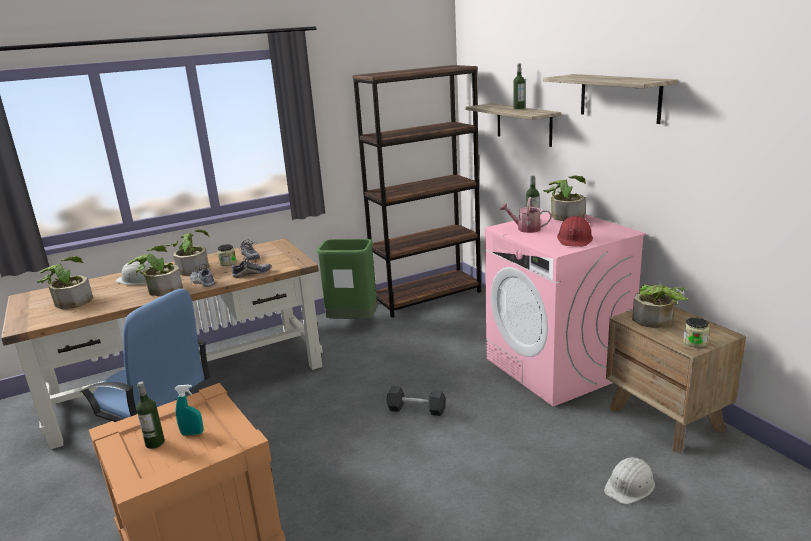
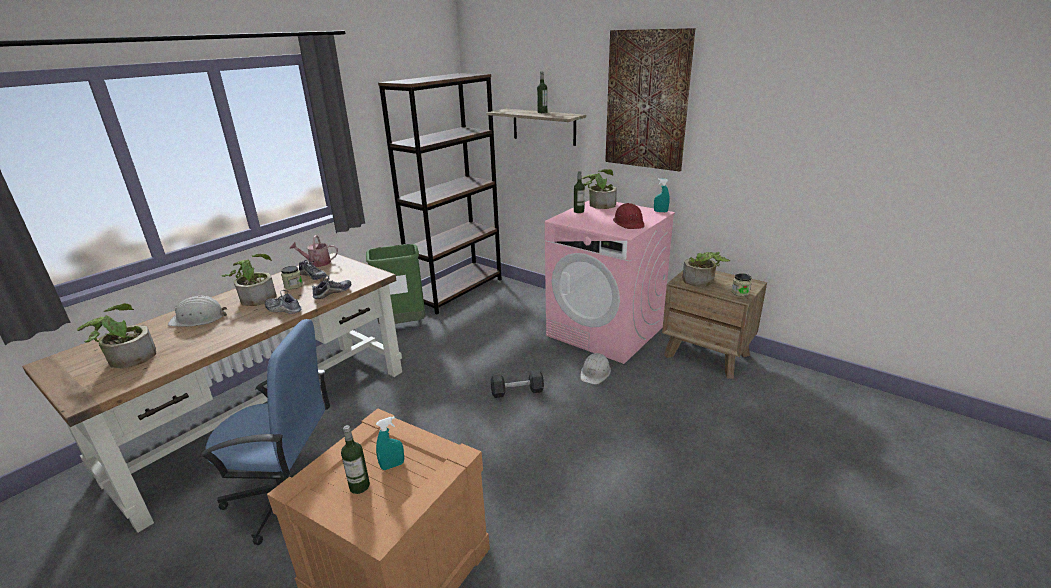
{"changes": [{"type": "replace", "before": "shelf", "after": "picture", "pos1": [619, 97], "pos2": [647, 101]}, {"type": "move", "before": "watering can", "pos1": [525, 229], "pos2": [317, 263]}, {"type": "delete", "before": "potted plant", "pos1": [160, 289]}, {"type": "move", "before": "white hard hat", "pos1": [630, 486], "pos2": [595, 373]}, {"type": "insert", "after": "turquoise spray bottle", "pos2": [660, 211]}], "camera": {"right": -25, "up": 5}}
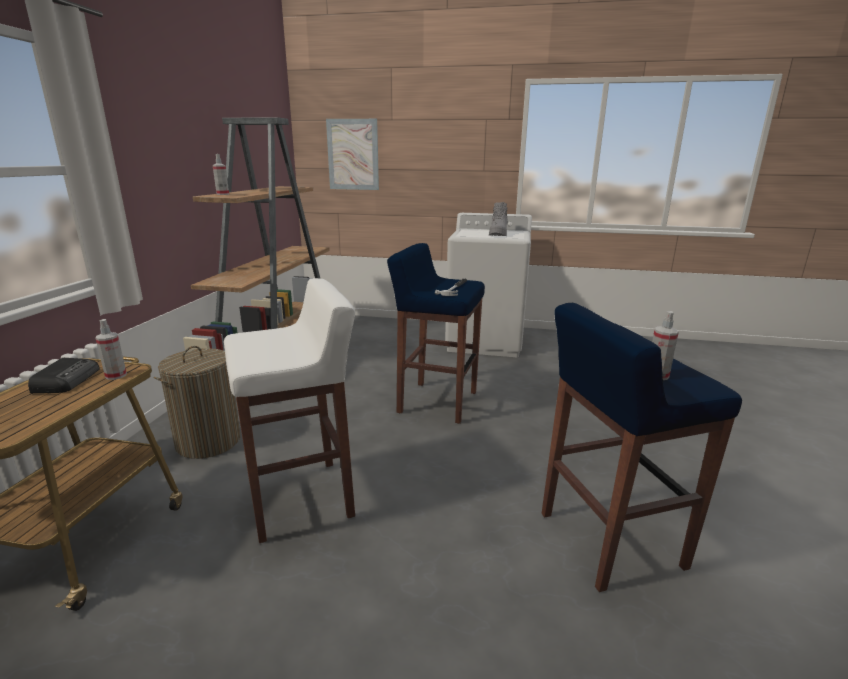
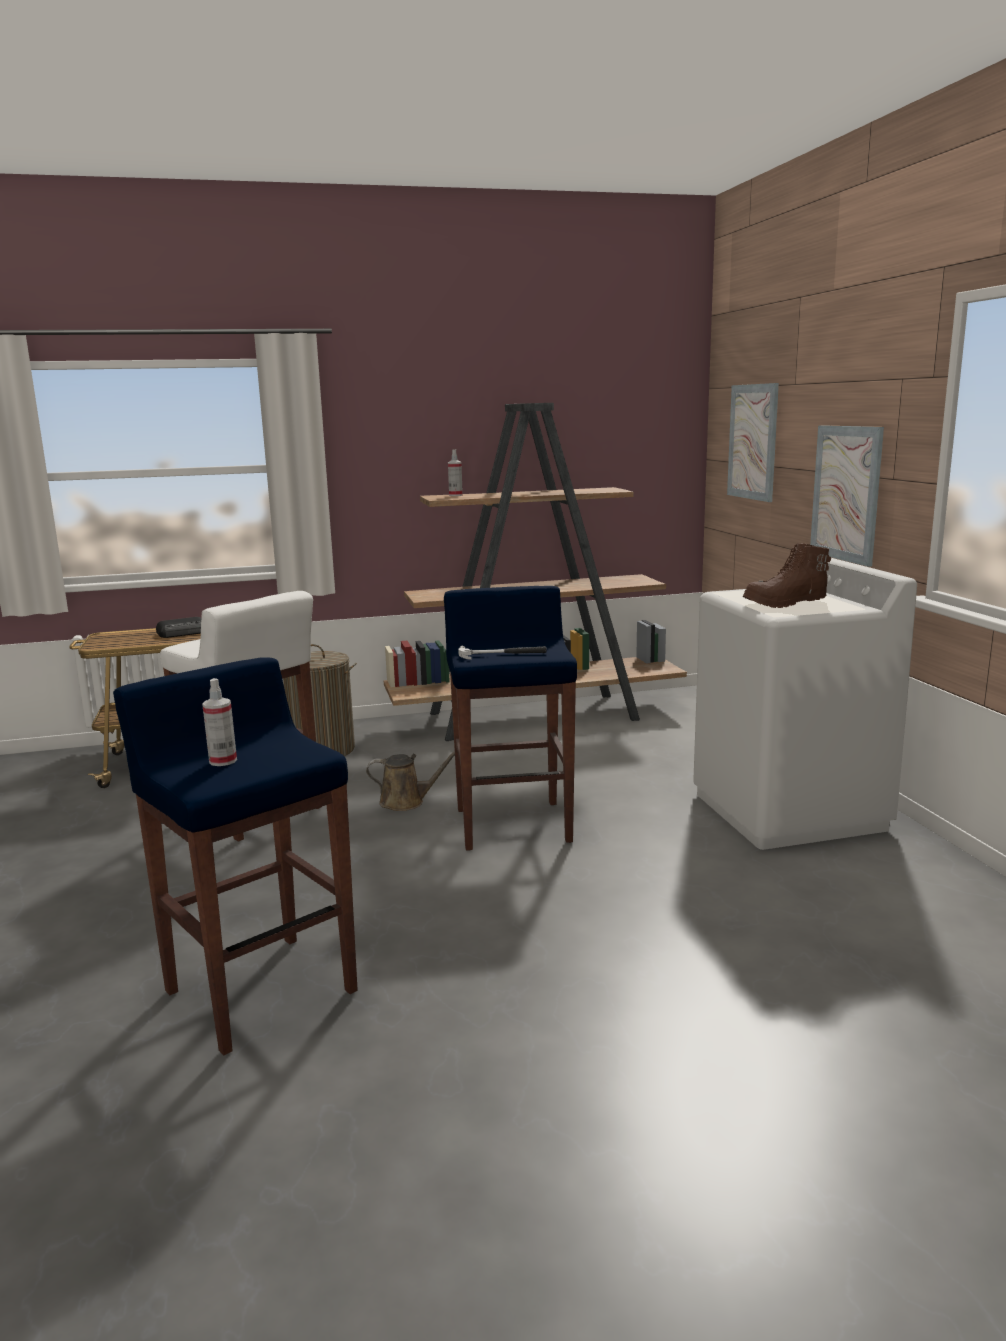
{"changes": [{"type": "recolor", "before": "grey boot", "after": "brown boot", "pos1": [498, 234], "pos2": [785, 603]}, {"type": "delete", "before": "spray bottle", "pos1": [116, 375]}, {"type": "insert", "after": "picture", "pos2": [846, 493]}, {"type": "insert", "after": "brown watering can", "pos2": [406, 802]}], "camera": {"right": 65, "up": -5}}
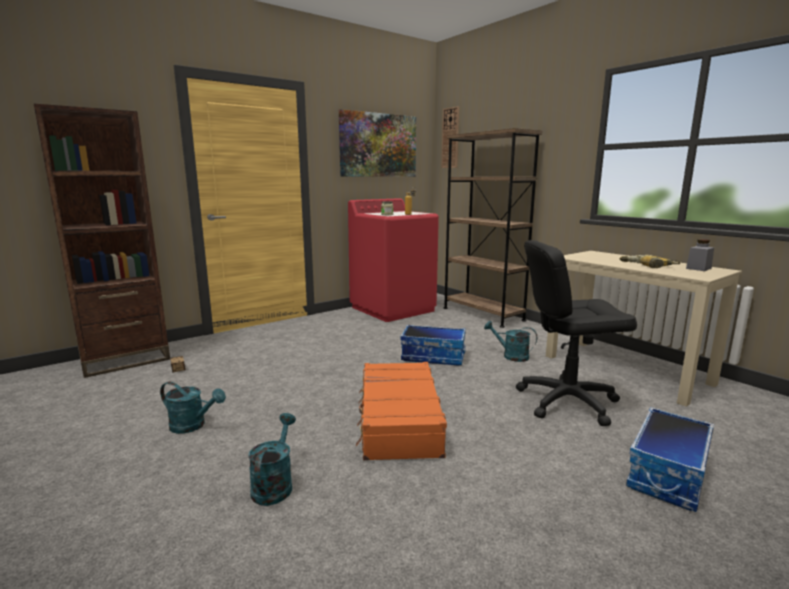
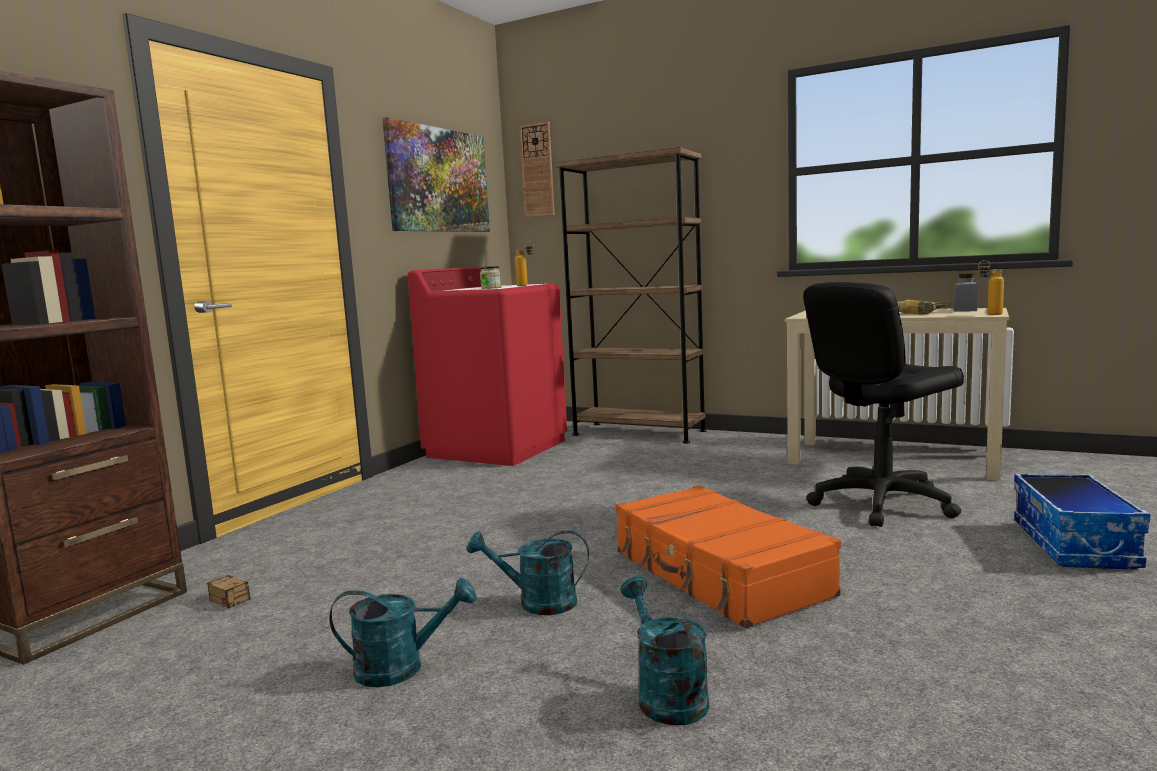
{"changes": [{"type": "move", "before": "turquoise watering can", "pos1": [511, 356], "pos2": [537, 603]}, {"type": "delete", "before": "storage box", "pos1": [433, 356]}, {"type": "insert", "after": "bottle", "pos2": [989, 314]}], "camera": {"right": -25, "up": -5}}
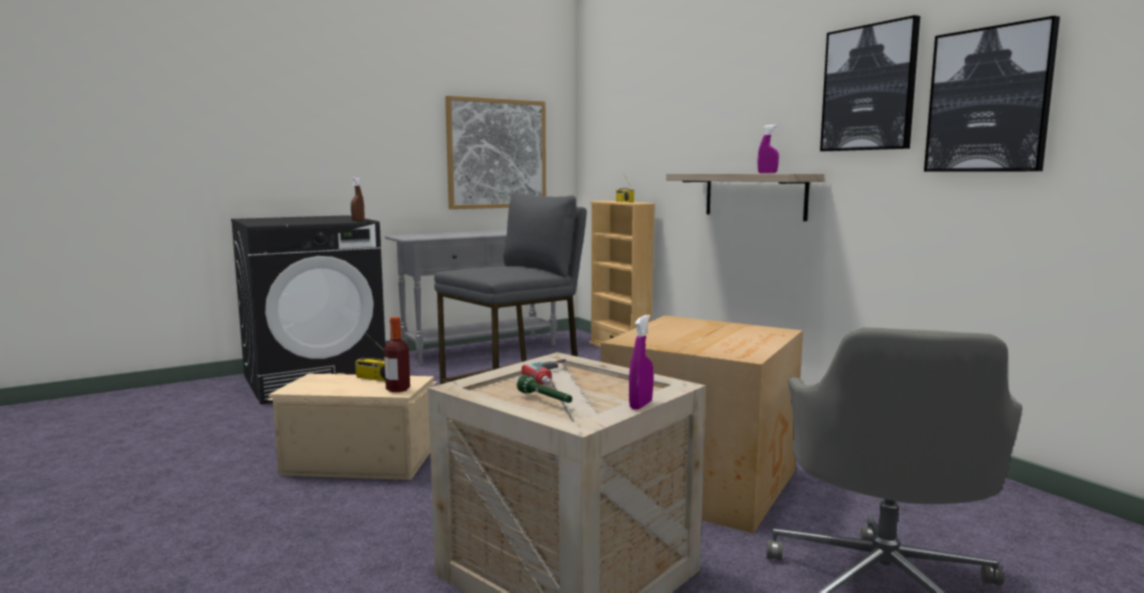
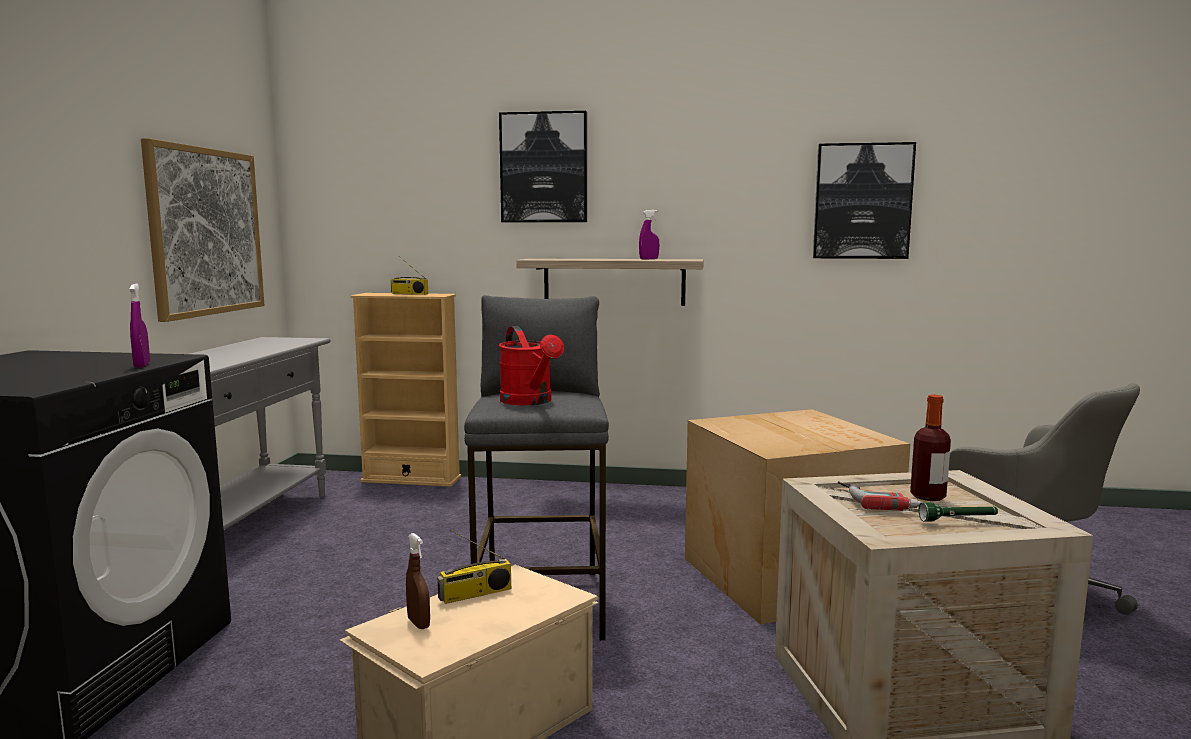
{"changes": [{"type": "move", "before": "picture", "pos1": [869, 88], "pos2": [544, 168]}, {"type": "move", "before": "brown spray bottle", "pos1": [358, 220], "pos2": [418, 623]}, {"type": "move", "before": "purple spray bottle", "pos1": [640, 405], "pos2": [142, 365]}, {"type": "move", "before": "bottle", "pos1": [398, 389], "pos2": [928, 496]}, {"type": "insert", "after": "red watering can", "pos2": [530, 402]}], "camera": {"right": -50, "up": 0}}
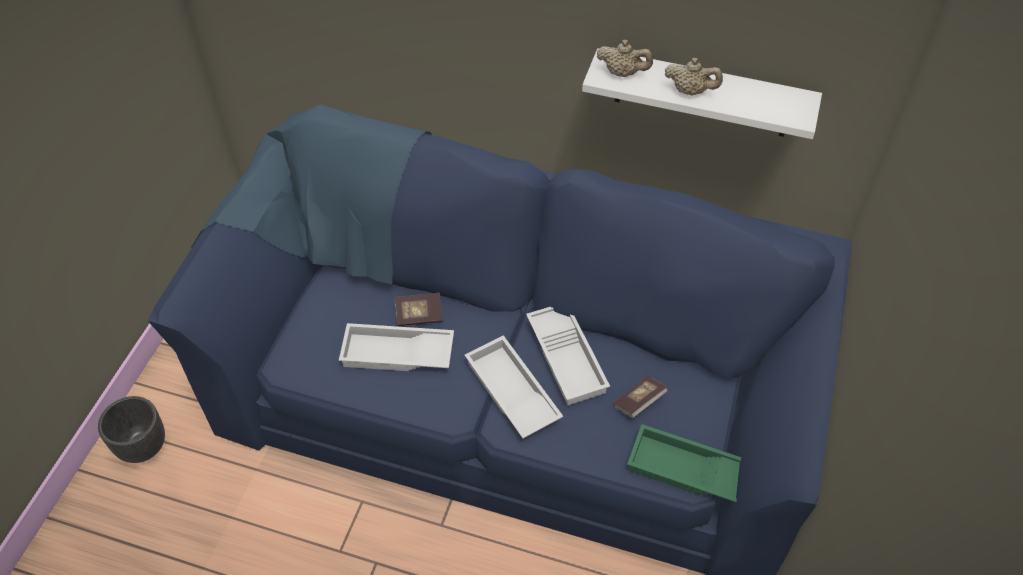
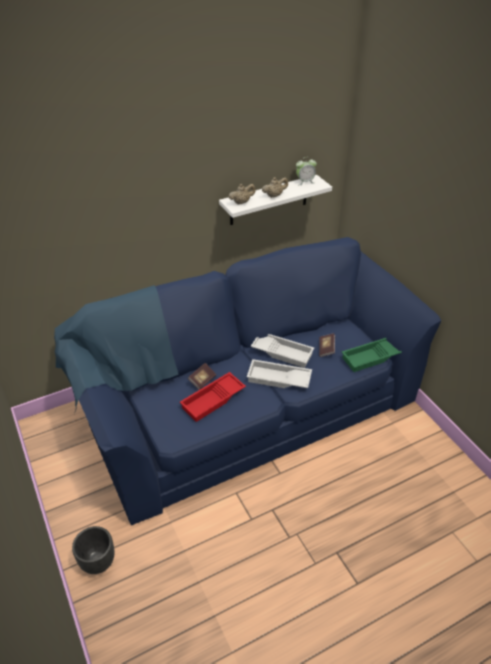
{"changes": [{"type": "recolor", "before": "white tray", "after": "red tray", "pos1": [396, 354], "pos2": [213, 400]}, {"type": "insert", "after": "alarm clock", "pos2": [305, 182]}], "camera": {"right": -45, "up": -10}}
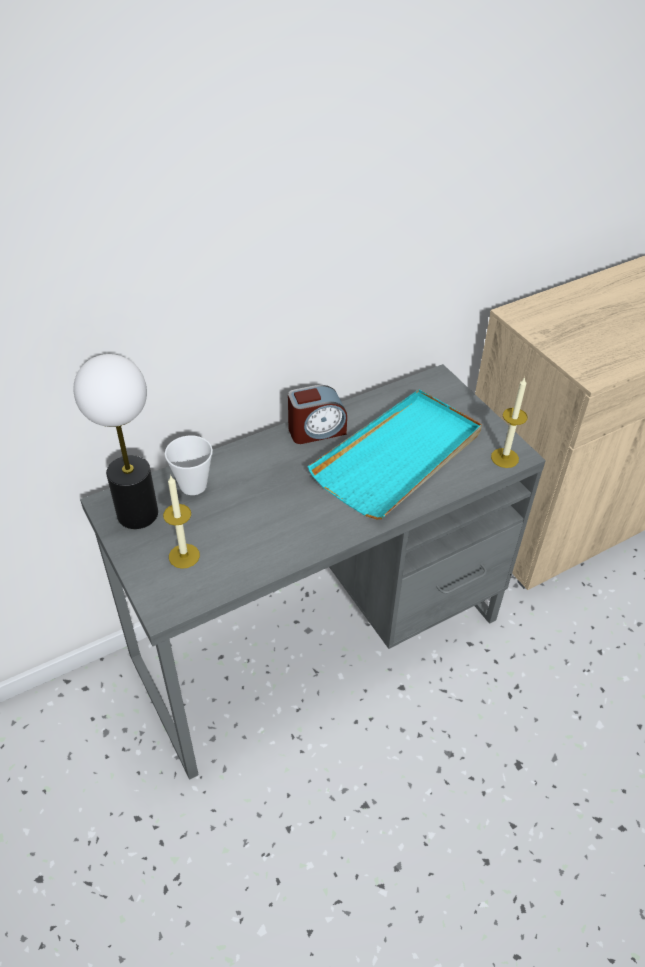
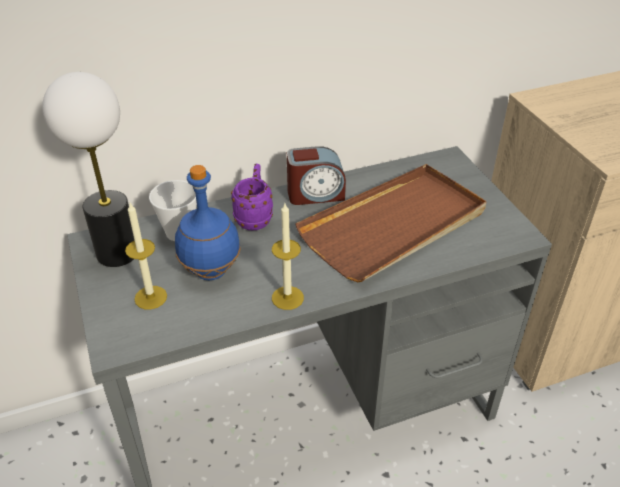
{"changes": [{"type": "move", "before": "candle", "pos1": [504, 458], "pos2": [287, 298]}, {"type": "recolor", "before": "turquoise tray", "after": "brown tray", "pos1": [399, 457], "pos2": [394, 226]}, {"type": "insert", "after": "purple mug", "pos2": [255, 217]}, {"type": "insert", "after": "blue bottle", "pos2": [210, 272]}], "camera": {"right": 10, "up": -5}}
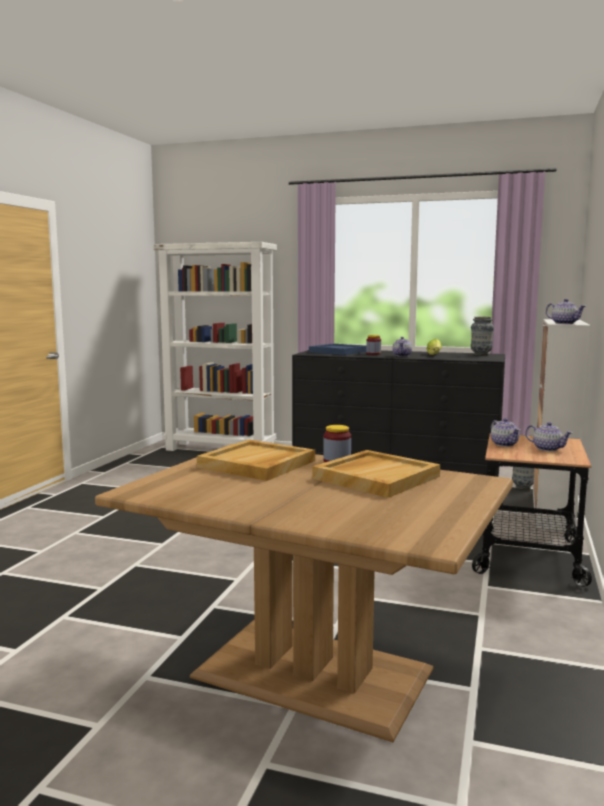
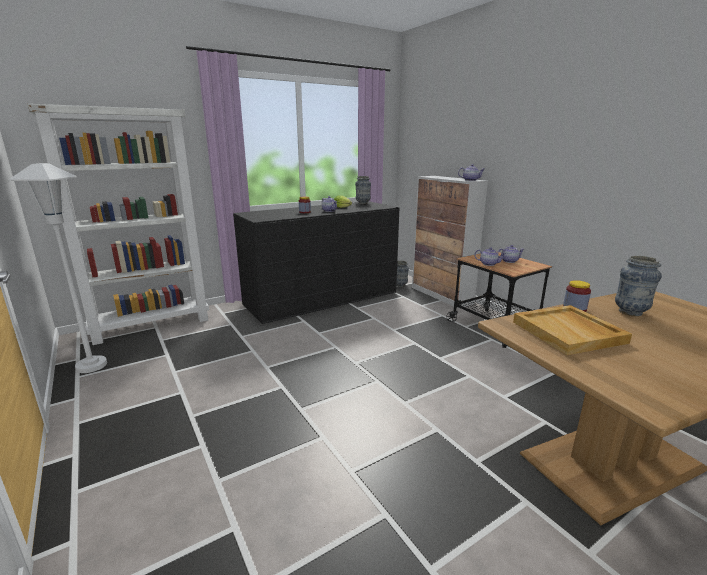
{"changes": [{"type": "delete", "before": "blue tray", "pos1": [339, 352]}, {"type": "replace", "before": "beige tray", "after": "vase", "pos1": [376, 477], "pos2": [630, 312]}, {"type": "insert", "after": "white floor lamp", "pos2": [91, 366]}], "camera": {"right": -50, "up": 10}}
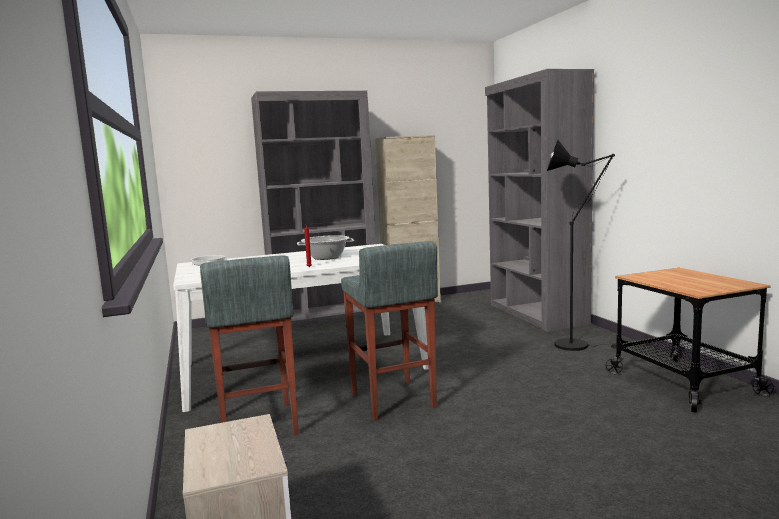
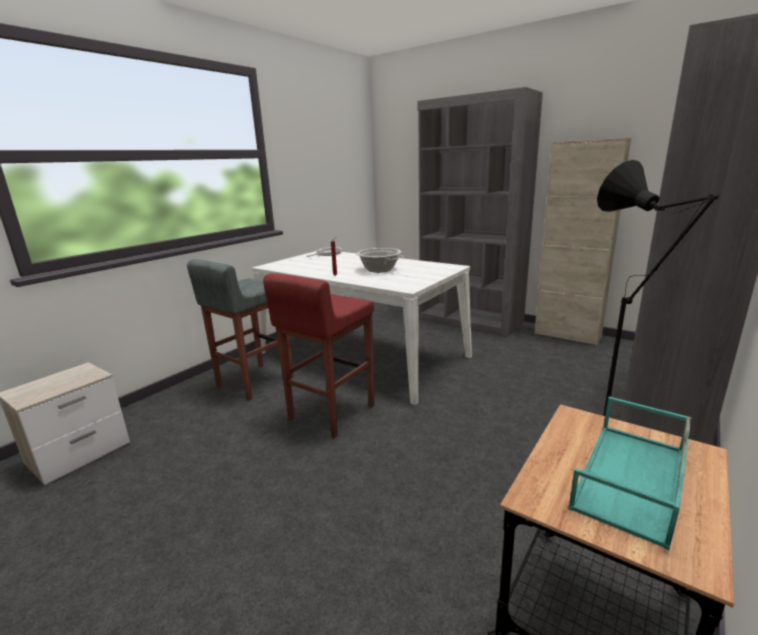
{"changes": [{"type": "recolor", "before": "grey stool", "after": "red stool", "pos1": [392, 401], "pos2": [330, 413]}, {"type": "insert", "after": "turquoise tray", "pos2": [632, 480]}], "camera": {"right": 55, "up": 10}}
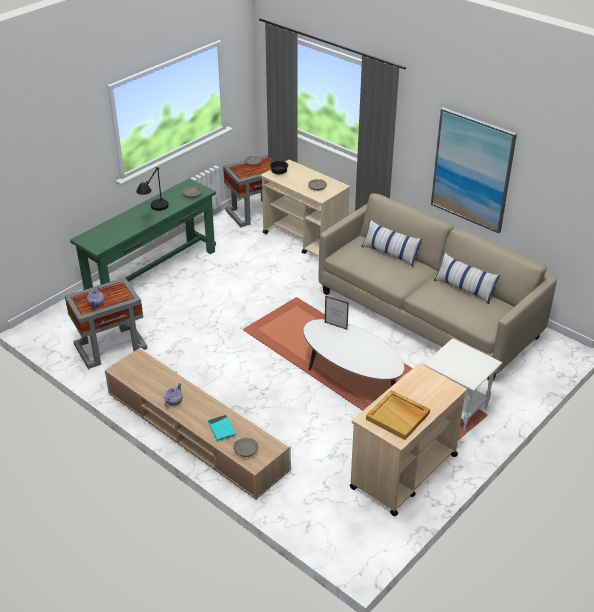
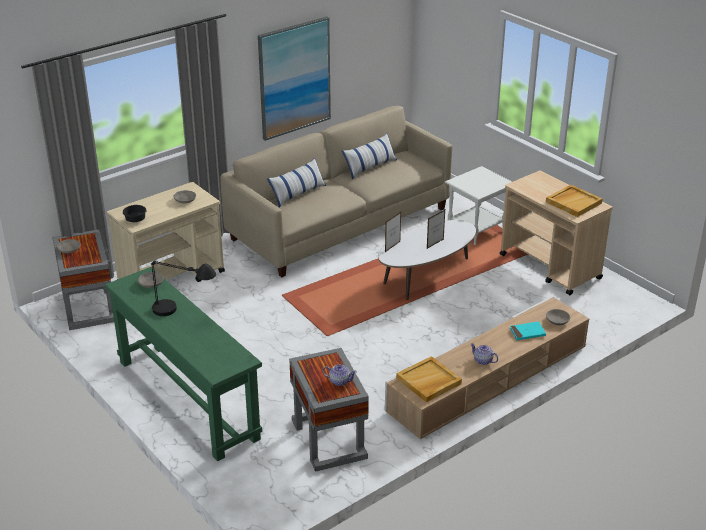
{"changes": [{"type": "insert", "after": "picture frame", "pos2": [435, 244]}, {"type": "insert", "after": "beige tray", "pos2": [428, 381]}], "camera": {"right": -80, "up": -5}}
